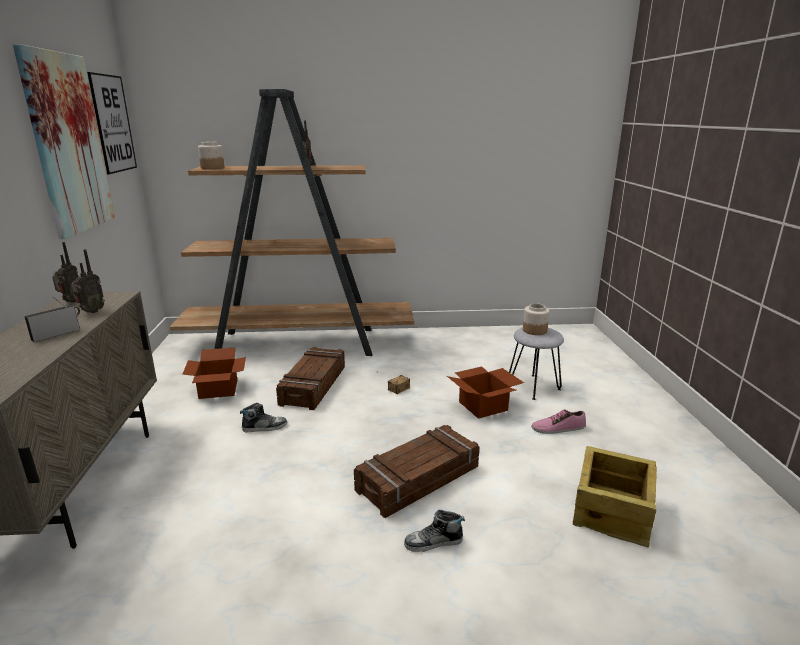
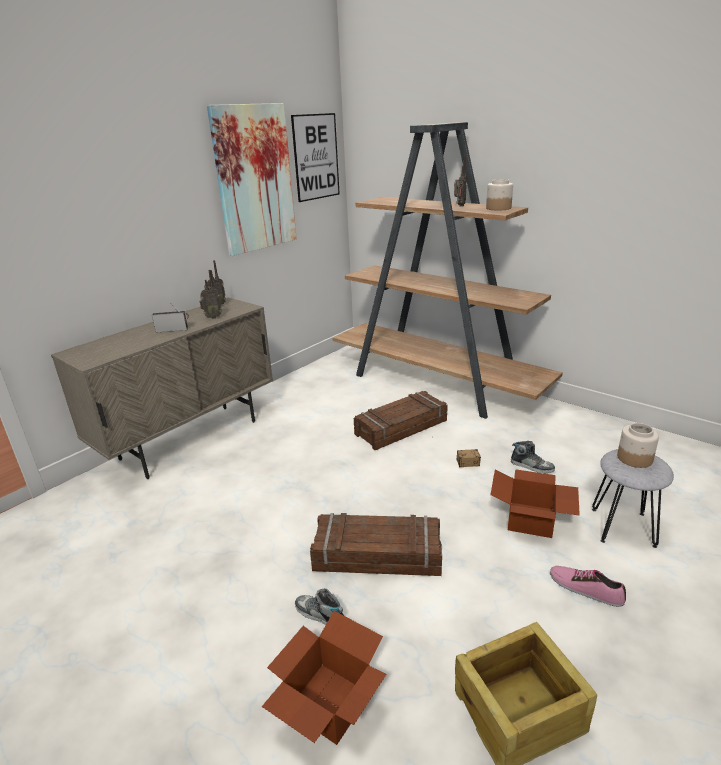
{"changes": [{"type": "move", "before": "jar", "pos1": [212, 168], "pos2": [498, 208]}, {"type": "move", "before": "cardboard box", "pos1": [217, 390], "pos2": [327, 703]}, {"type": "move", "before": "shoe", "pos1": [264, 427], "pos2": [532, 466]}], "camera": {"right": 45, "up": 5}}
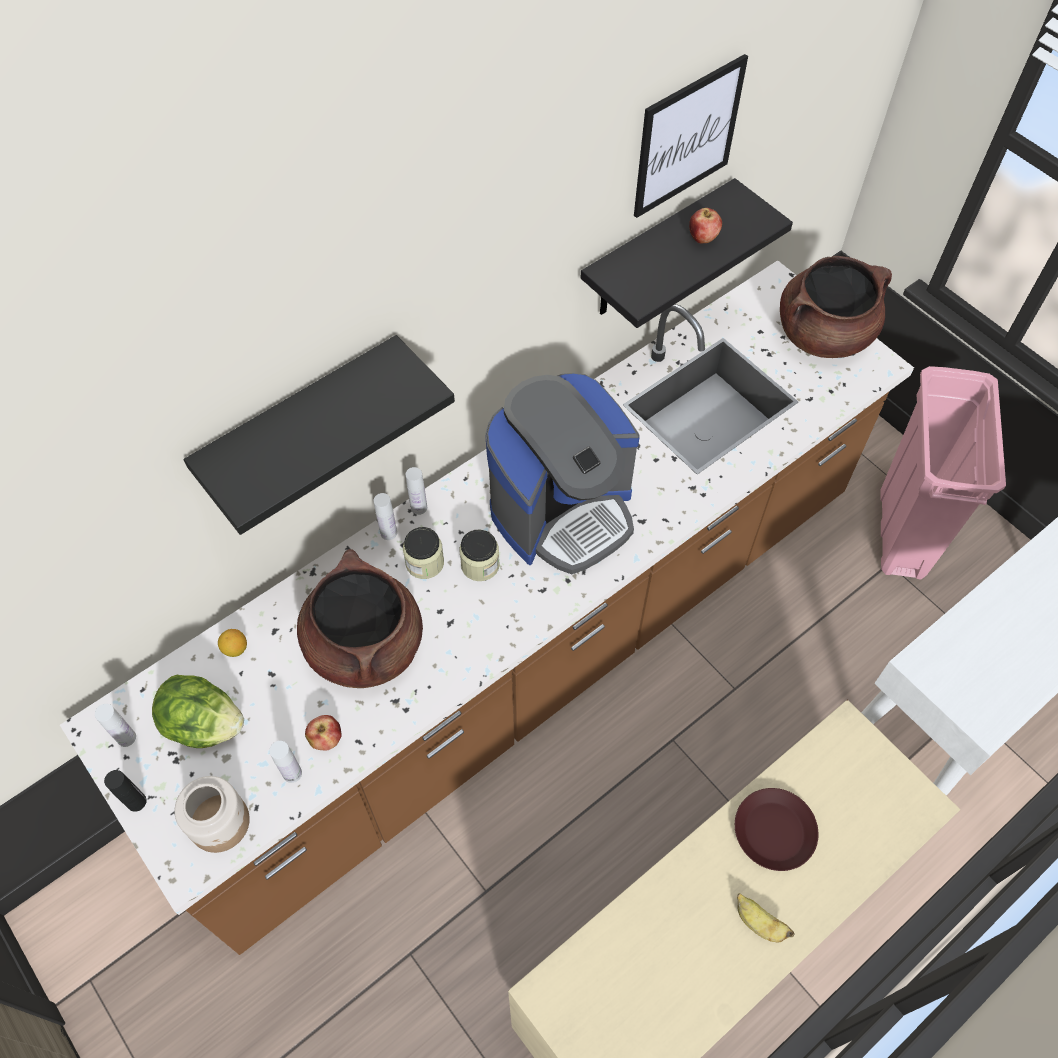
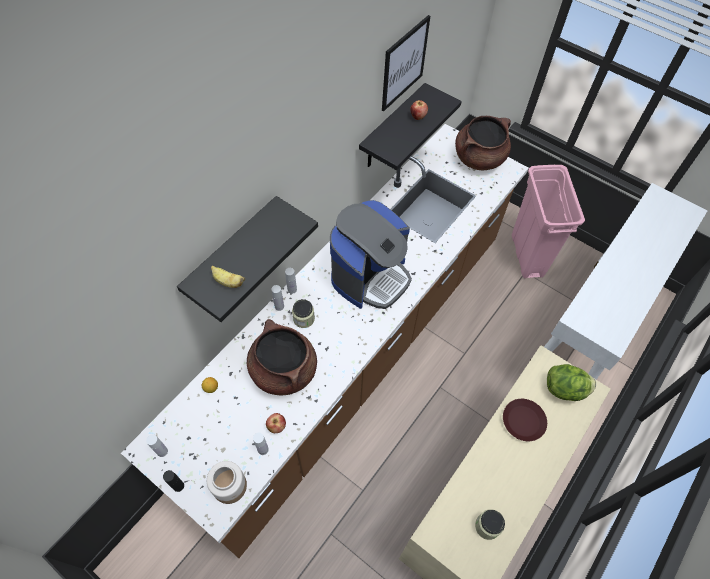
{"changes": [{"type": "move", "before": "jar", "pos1": [480, 565], "pos2": [487, 526]}, {"type": "move", "before": "lettuce", "pos1": [204, 724], "pos2": [565, 389]}, {"type": "move", "before": "banana", "pos1": [758, 923], "pos2": [228, 282]}], "camera": {"right": -15, "up": 0}}
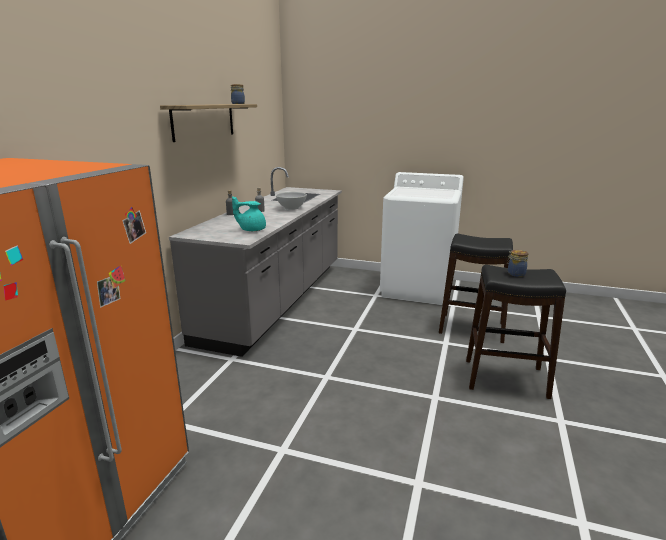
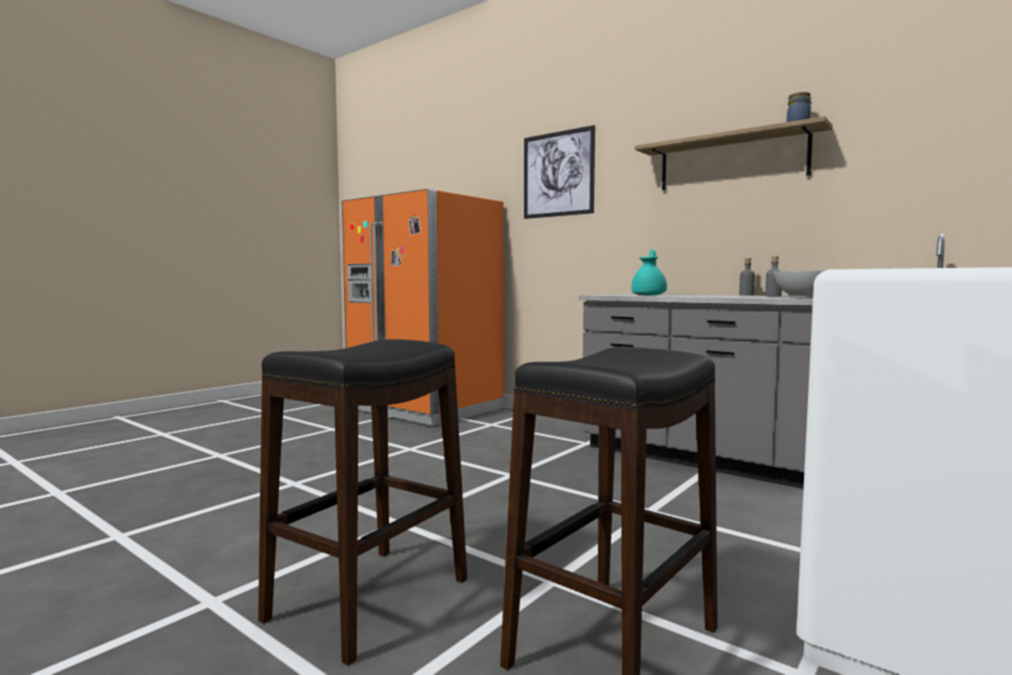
{"changes": [{"type": "delete", "before": "jar", "pos1": [515, 274]}, {"type": "insert", "after": "picture", "pos2": [558, 174]}], "camera": {"right": 110, "up": -15}}
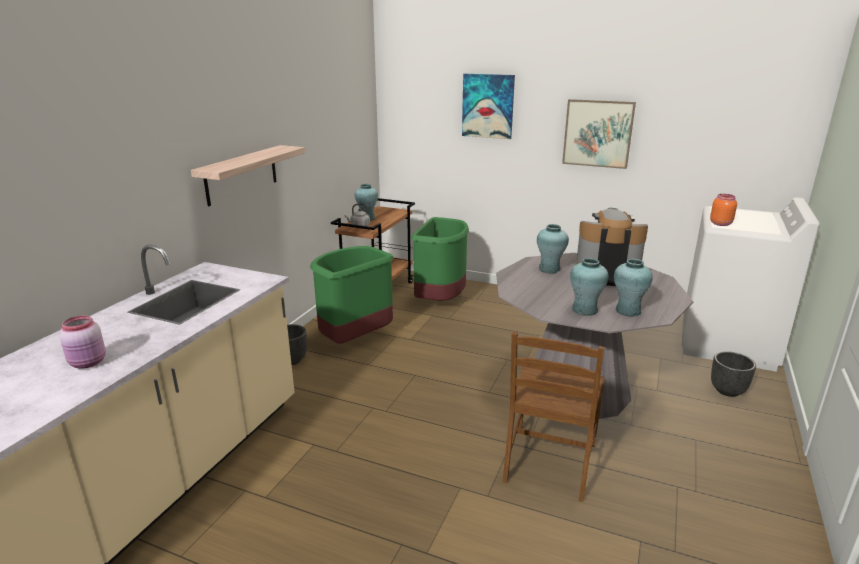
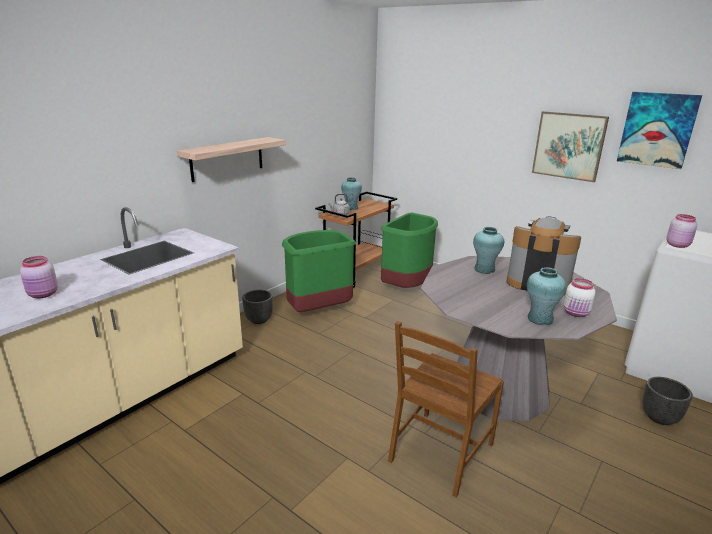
{"changes": [{"type": "move", "before": "picture", "pos1": [488, 106], "pos2": [657, 129]}, {"type": "recolor", "before": "orange jar", "after": "pink jar", "pos1": [721, 223], "pos2": [678, 245]}, {"type": "delete", "before": "turquoise vase", "pos1": [584, 310]}, {"type": "insert", "after": "white jar", "pos2": [576, 313]}], "camera": {"right": 15, "up": 0}}
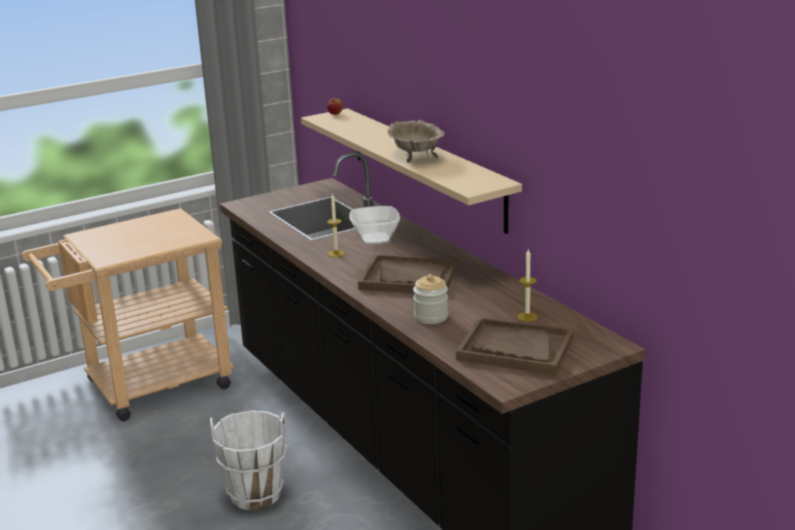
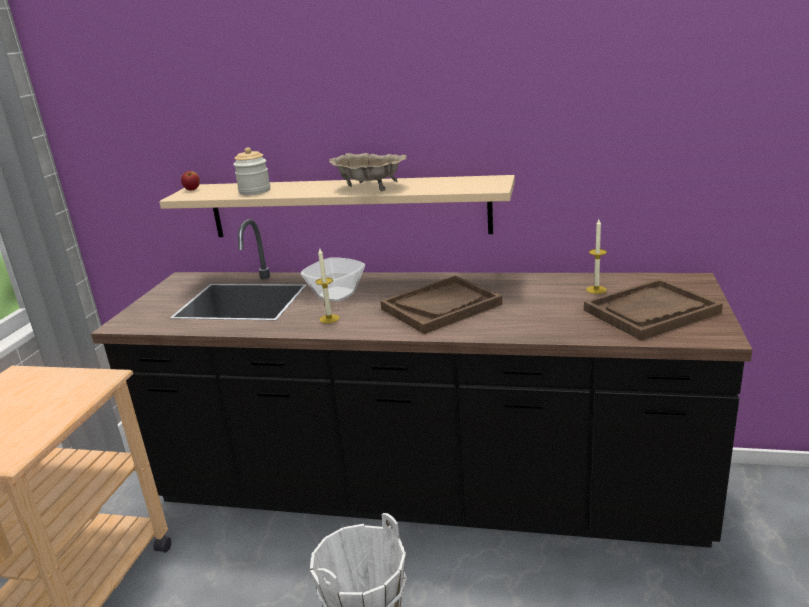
{"changes": [{"type": "move", "before": "jar", "pos1": [431, 317], "pos2": [254, 191]}], "camera": {"right": -45, "up": 0}}
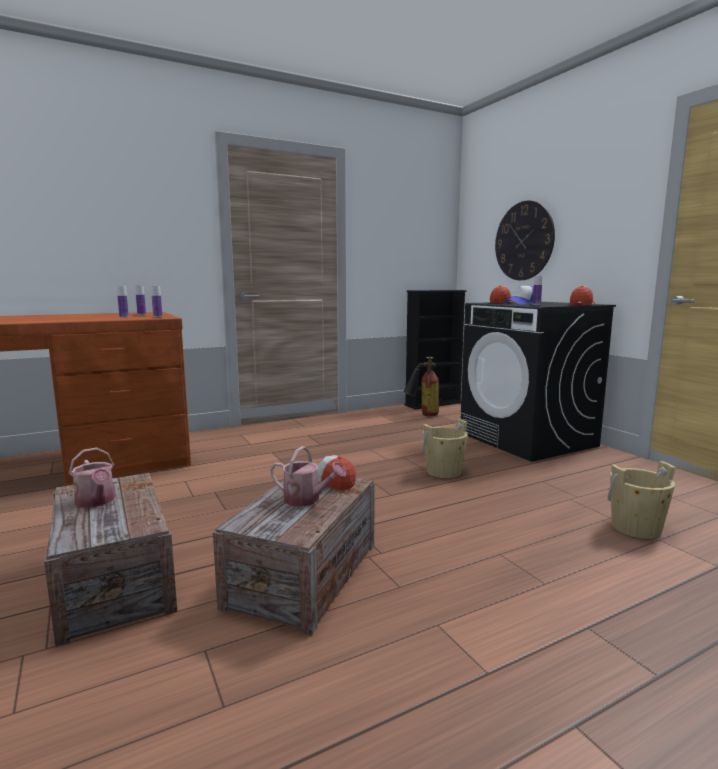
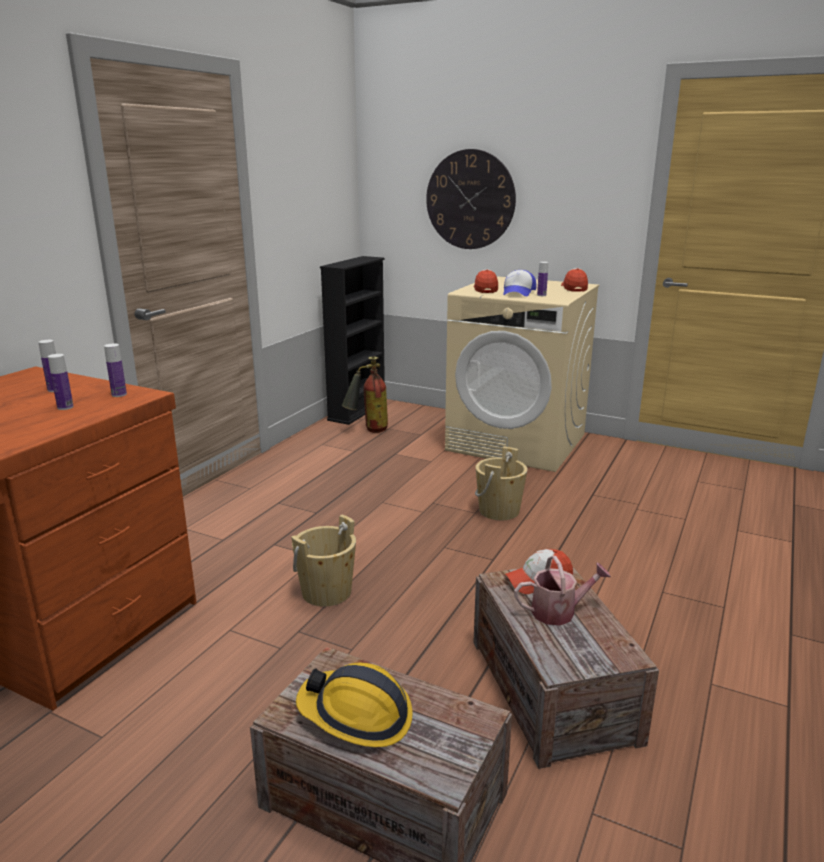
{"changes": [{"type": "recolor", "before": "black washing machine", "after": "beige washing machine", "pos1": [528, 439], "pos2": [517, 442]}, {"type": "replace", "before": "watering can", "after": "hard hat", "pos1": [96, 501], "pos2": [356, 715]}, {"type": "move", "before": "beige bucket", "pos1": [636, 528], "pos2": [326, 592]}], "camera": {"right": -35, "up": 10}}
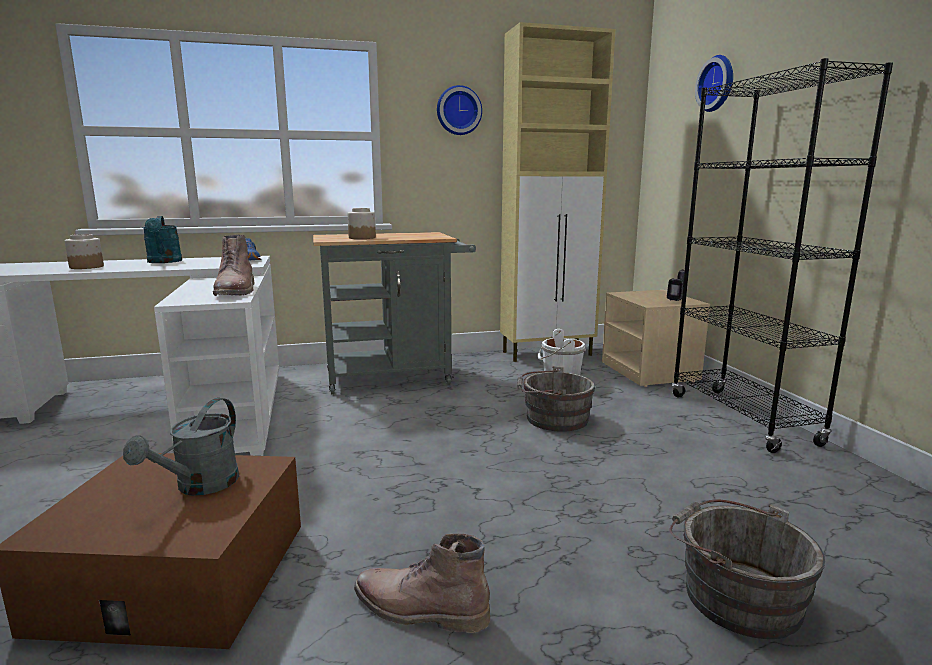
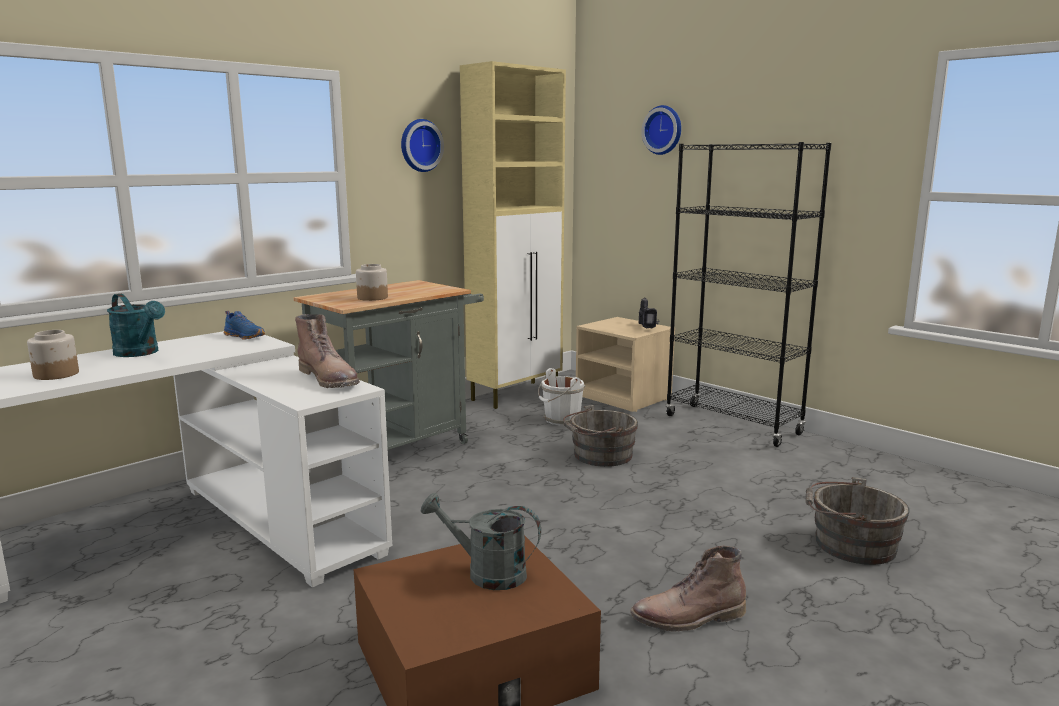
{"changes": [{"type": "rotate", "before": "grey watering can", "pos1": [200, 486], "pos2": [486, 573], "turn": 120}], "camera": {"right": -30, "up": 0}}
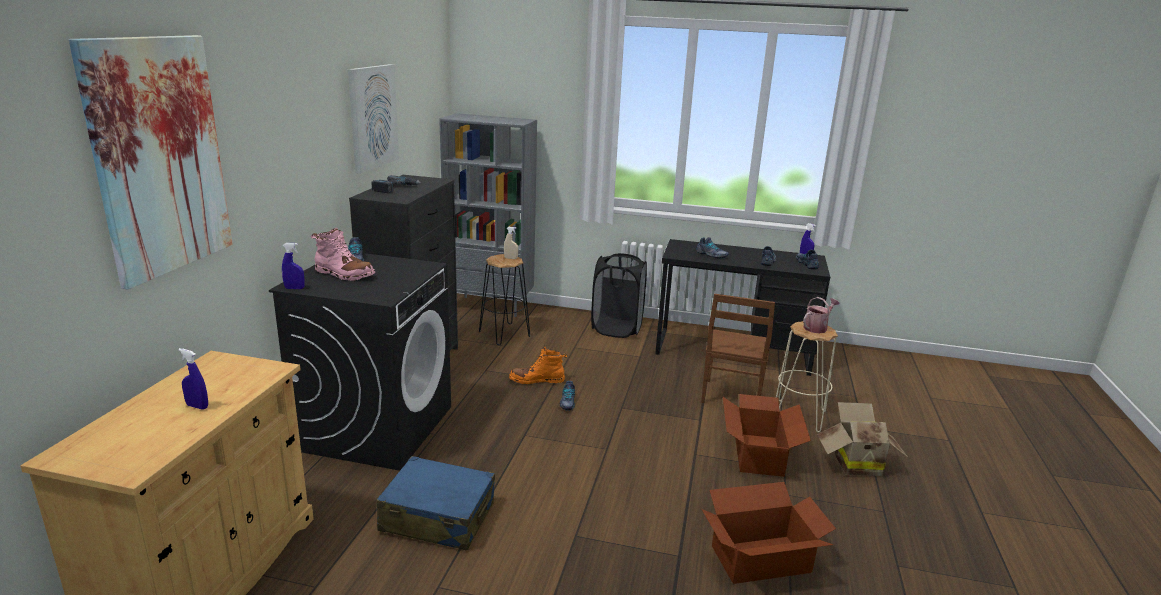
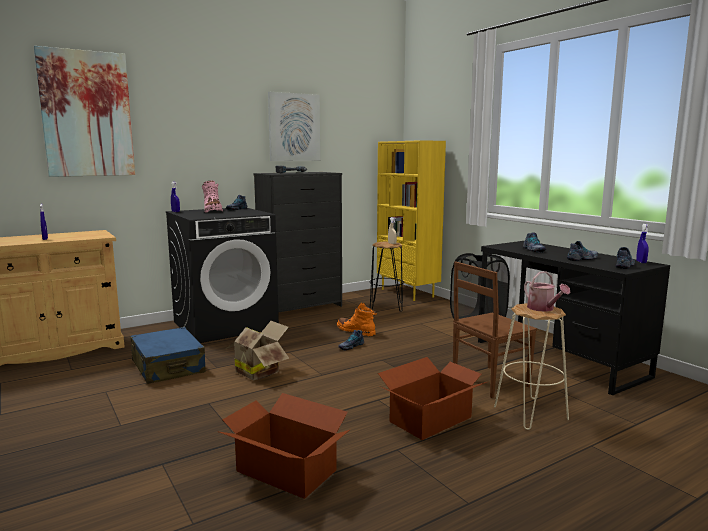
{"changes": [{"type": "recolor", "before": "grey bookcase", "after": "yellow bookcase", "pos1": [490, 306], "pos2": [408, 293]}, {"type": "rotate", "before": "watering can", "pos1": [817, 327], "pos2": [543, 309], "turn": 60}, {"type": "move", "before": "cardboard box", "pos1": [854, 463], "pos2": [259, 371]}], "camera": {"right": 45, "up": -10}}
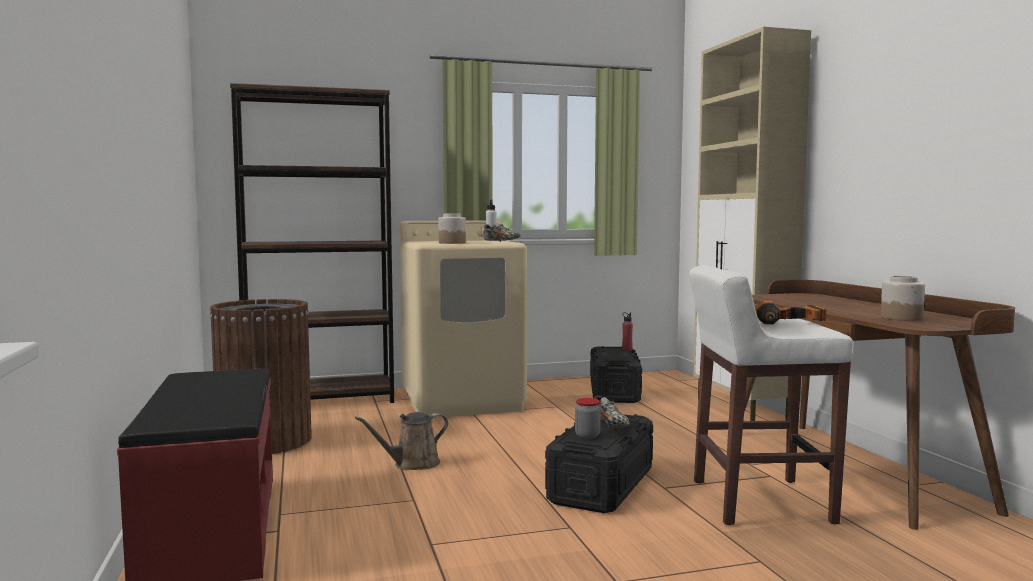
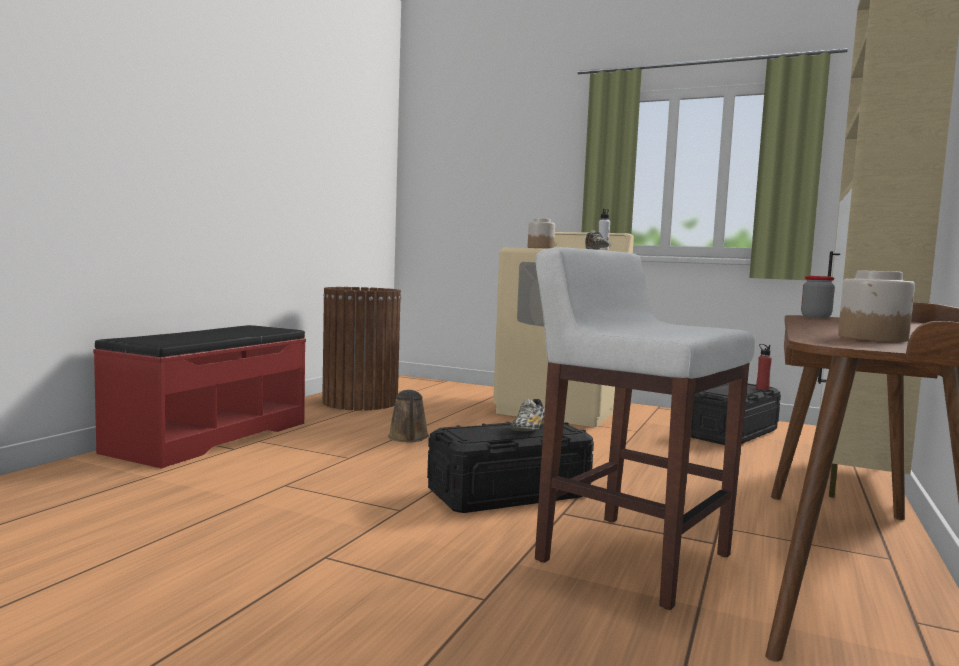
{"changes": [{"type": "delete", "before": "brown bookcase", "pos1": [320, 400]}, {"type": "delete", "before": "power drill", "pos1": [789, 324]}, {"type": "move", "before": "jar", "pos1": [587, 436], "pos2": [815, 317]}, {"type": "rotate", "before": "brown watering can", "pos1": [412, 464], "pos2": [408, 438], "turn": -105}], "camera": {"right": 40, "up": 0}}
